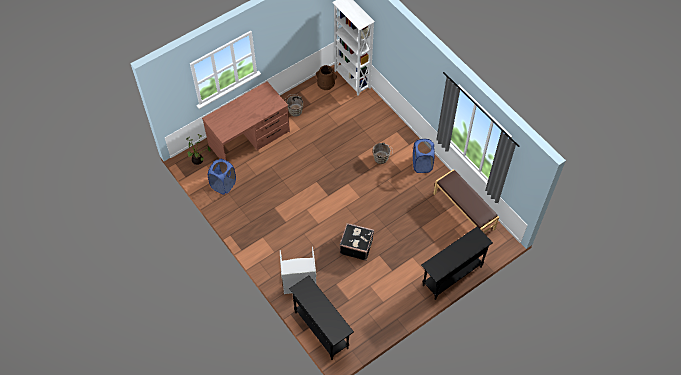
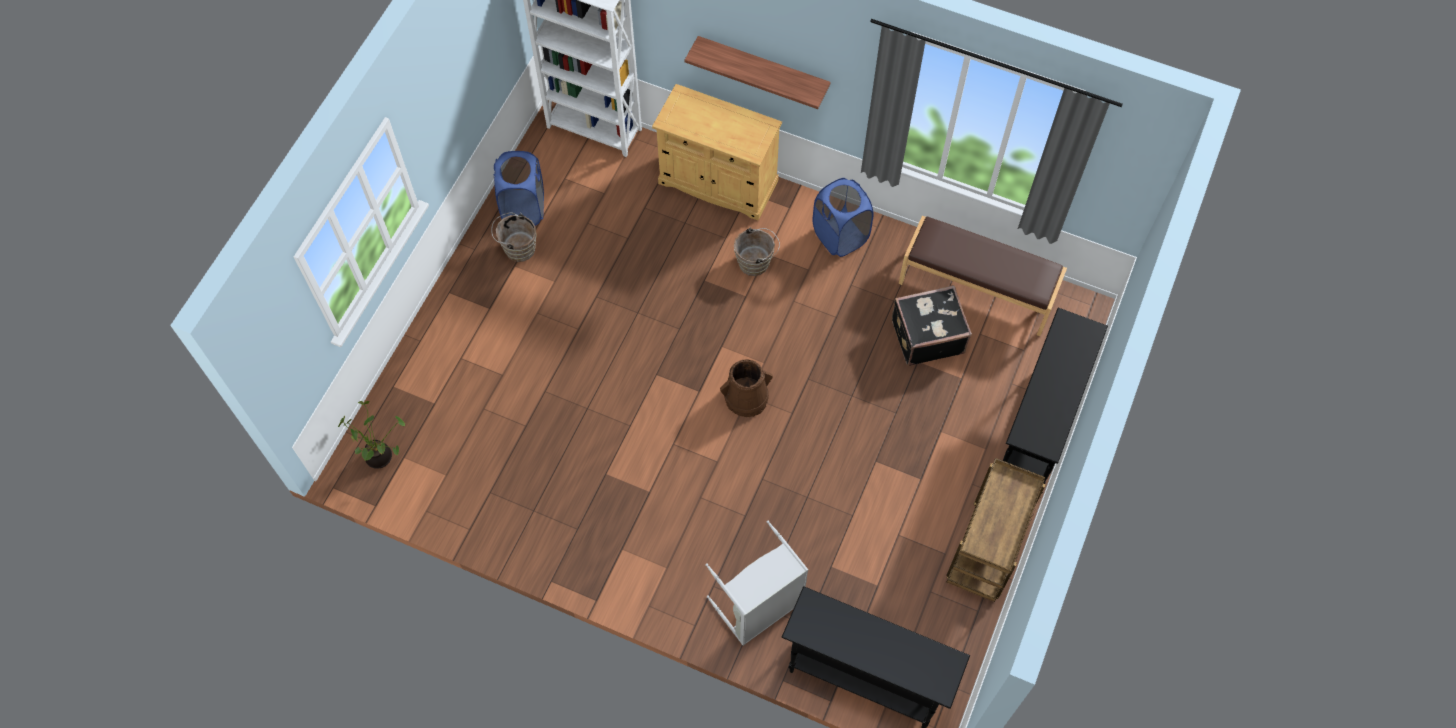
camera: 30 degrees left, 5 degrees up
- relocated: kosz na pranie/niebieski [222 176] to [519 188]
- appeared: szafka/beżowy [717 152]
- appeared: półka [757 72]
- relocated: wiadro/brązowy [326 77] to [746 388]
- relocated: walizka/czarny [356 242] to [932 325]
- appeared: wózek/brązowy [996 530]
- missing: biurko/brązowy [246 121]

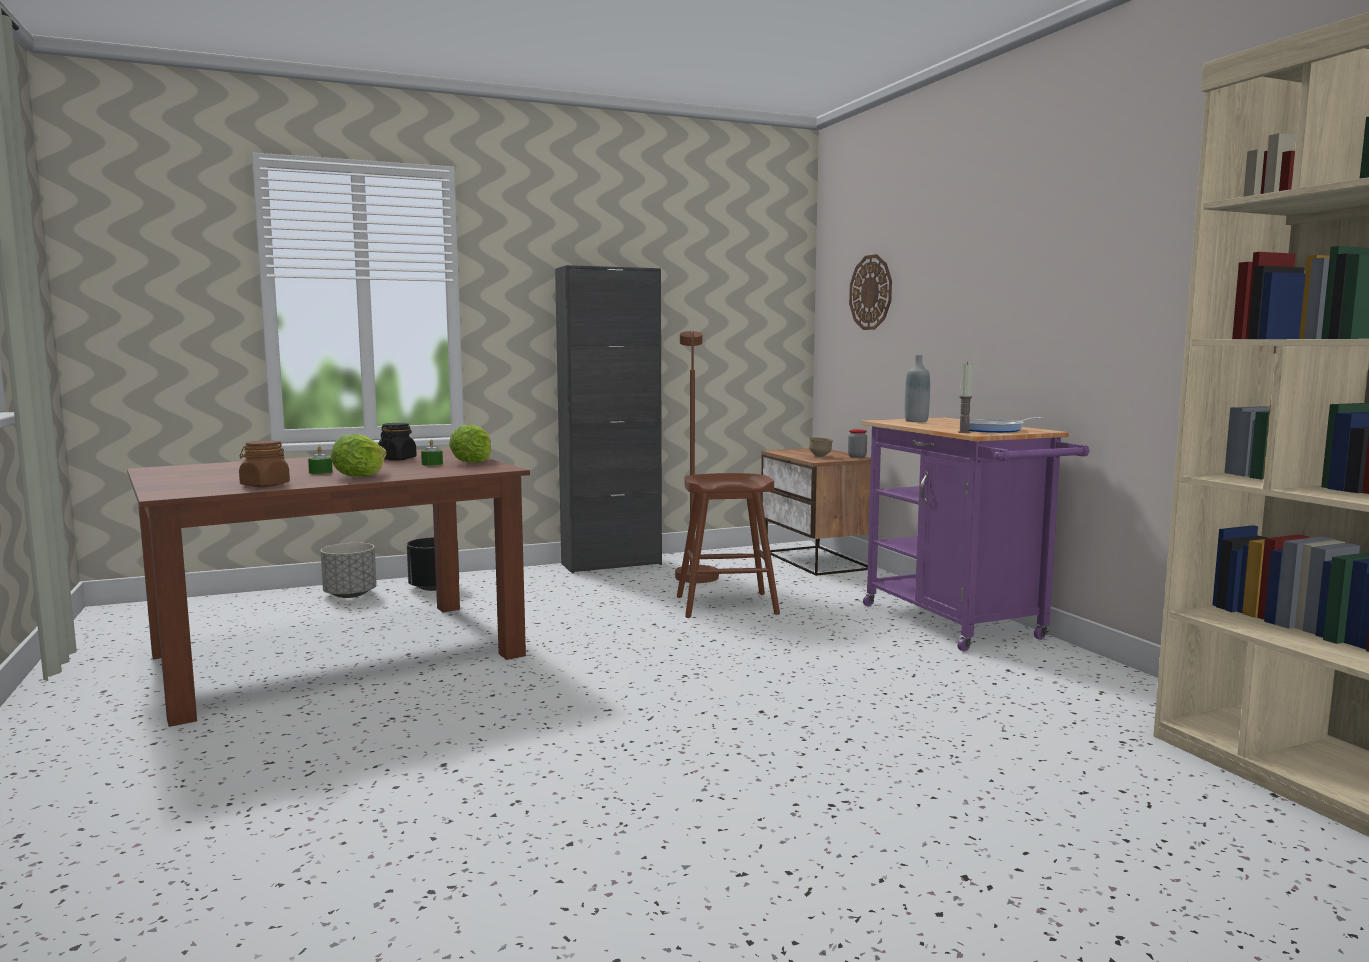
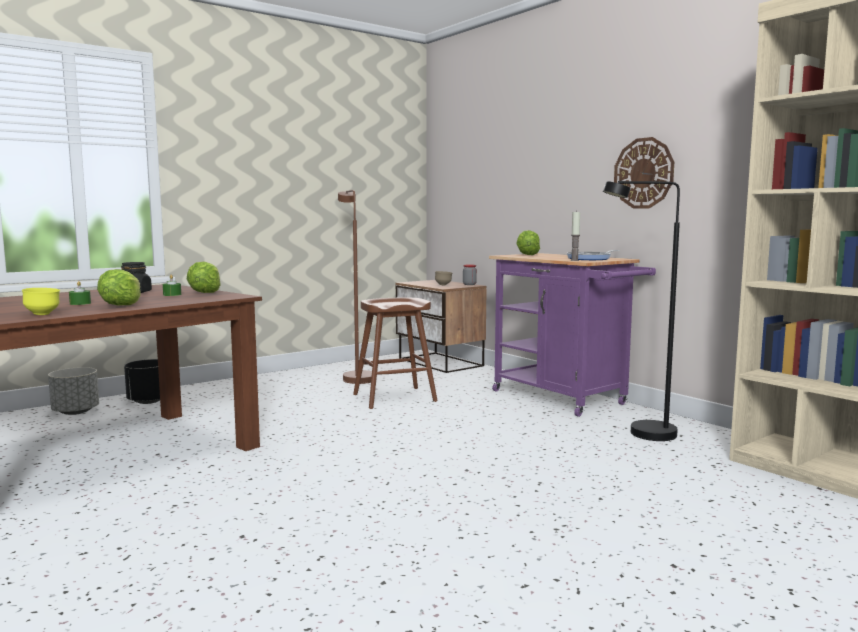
camera: 15 degrees left, 0 degrees up
- exchanged: słoik/brązowy [264 463] to miska/żółty [41 301]
- exchanged: butelka/szary [917 388] to sałata [528 242]
- appeared: lampa stojąca/czarny [641 311]
- relocated: zegar ścienny [870 292] to [644 173]
- missing: szafka/czarny [608 419]

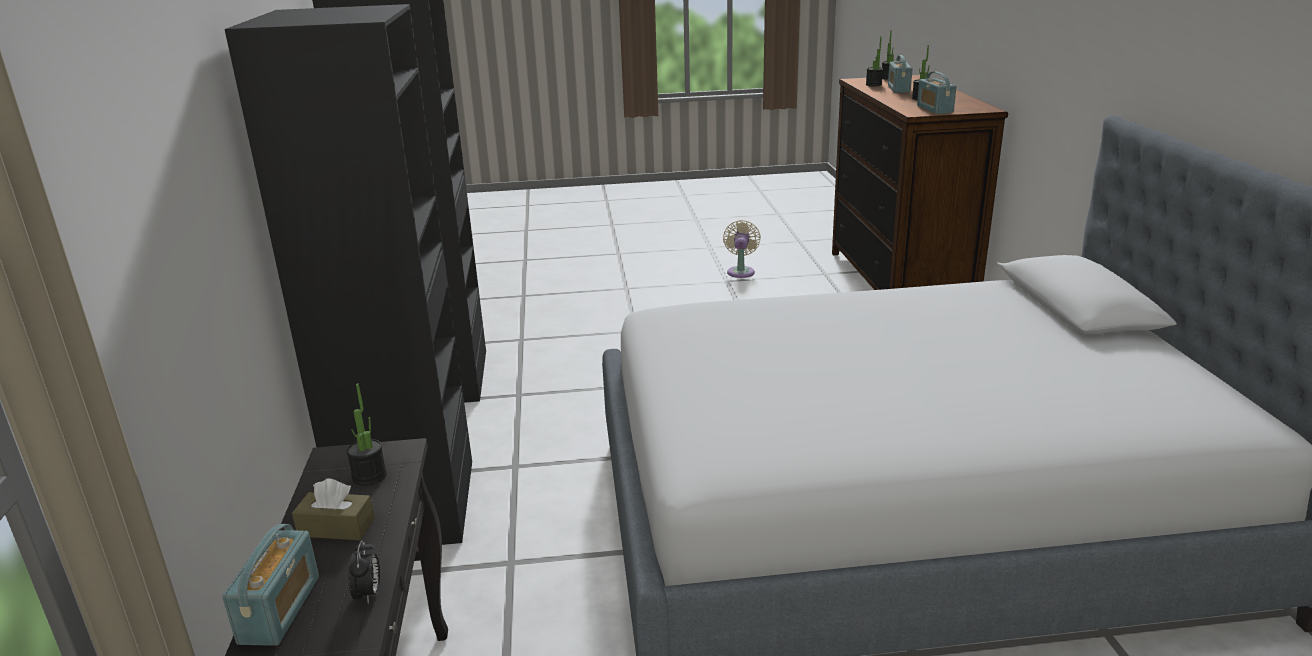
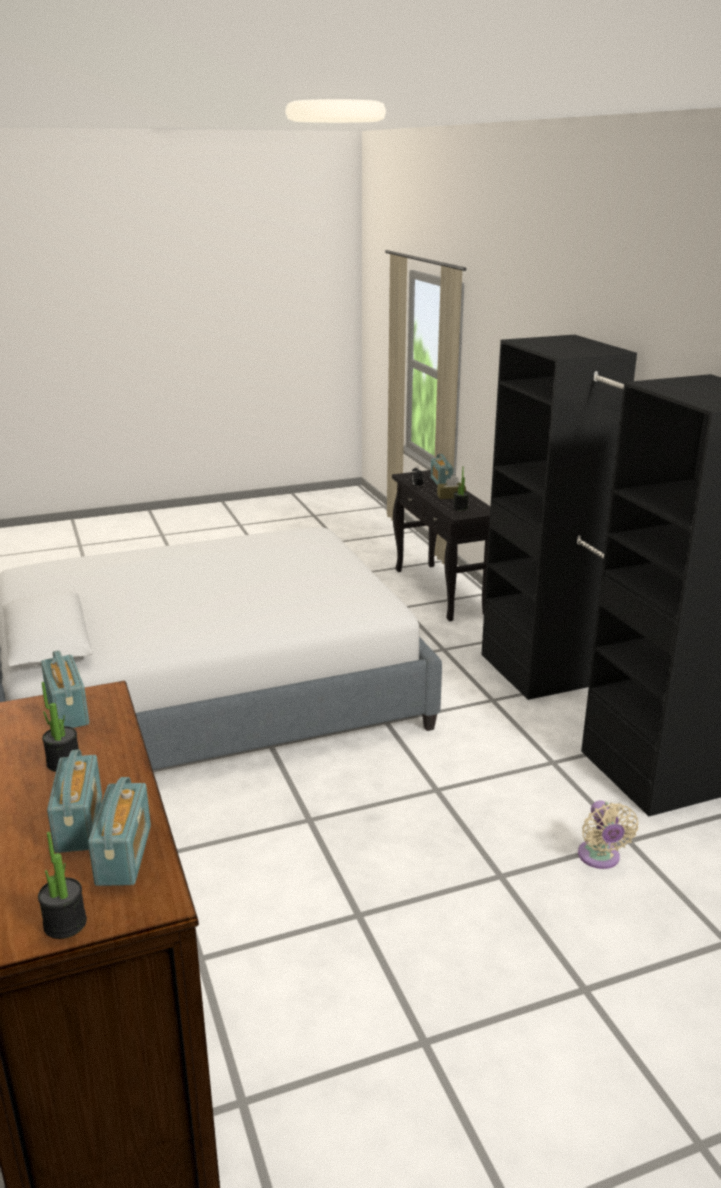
camera: 165 degrees right, 0 degrees up
- exchanged: roślina doniczkowa [874 61] to radio [119 831]
- relocated: wentylator/beżowy [742 249] to [608 835]

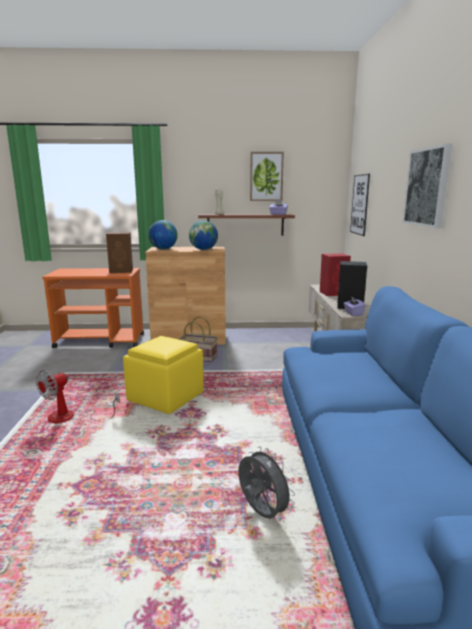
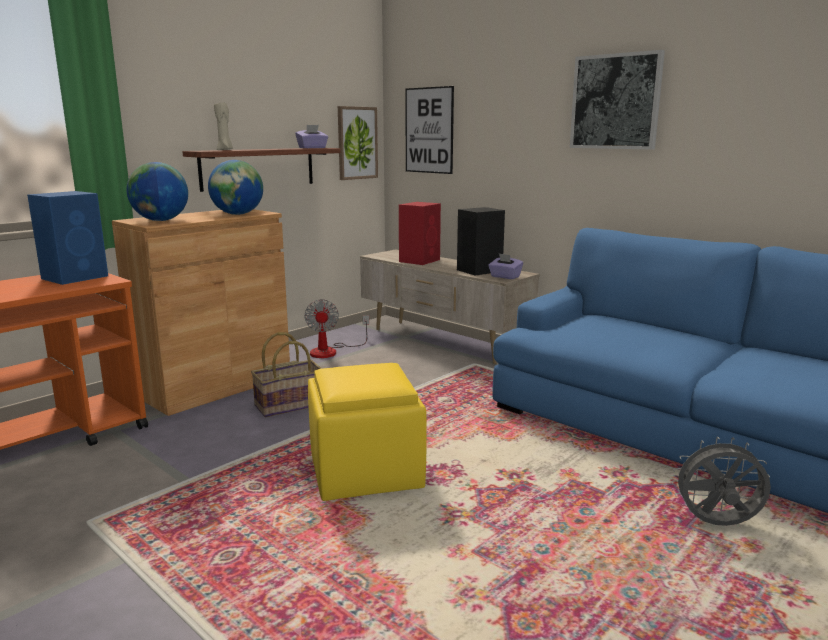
camera: 45 degrees left, 0 degrees up
- colour: głośnik/brązowy [119 252] to głośnik/niebieski [67 238]
- relocated: wentylator [78 396] to [336 328]
- relocated: obraz [267 176] to [358 143]

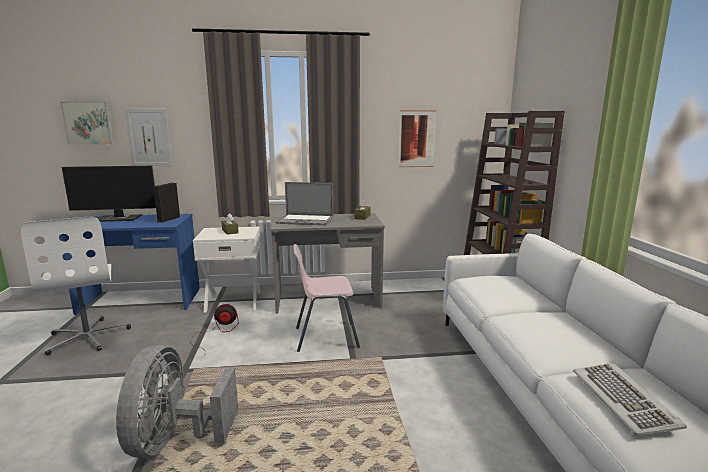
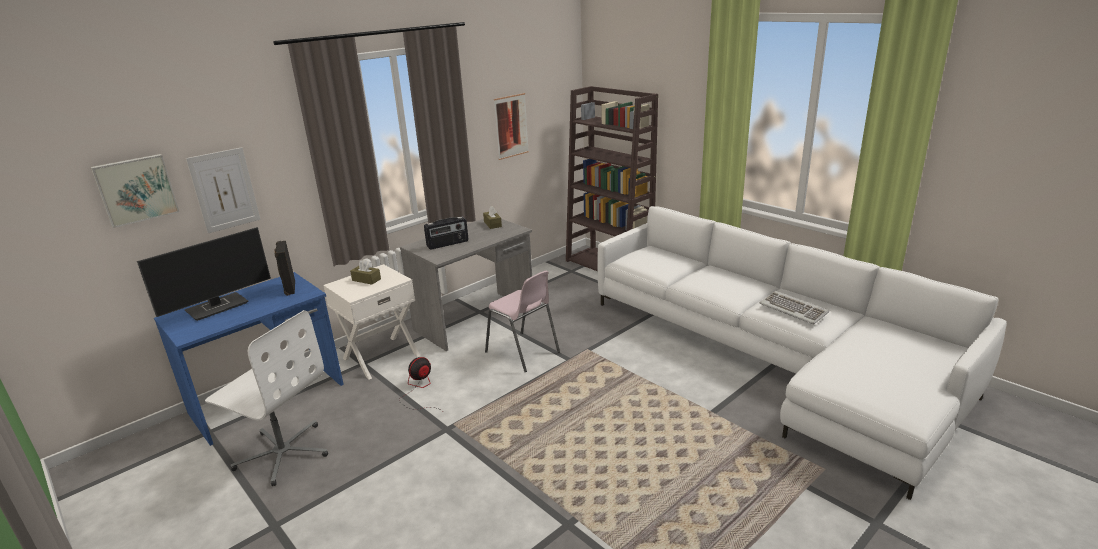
camera: 35 degrees left, 10 degrees up
- exchanged: laptop [305 203] to radio [446 233]
- spun: krzesło/różowy [326 298] = [522 321] 90 degrees counterclockwise
- missing: wentylator/szary [177 401]

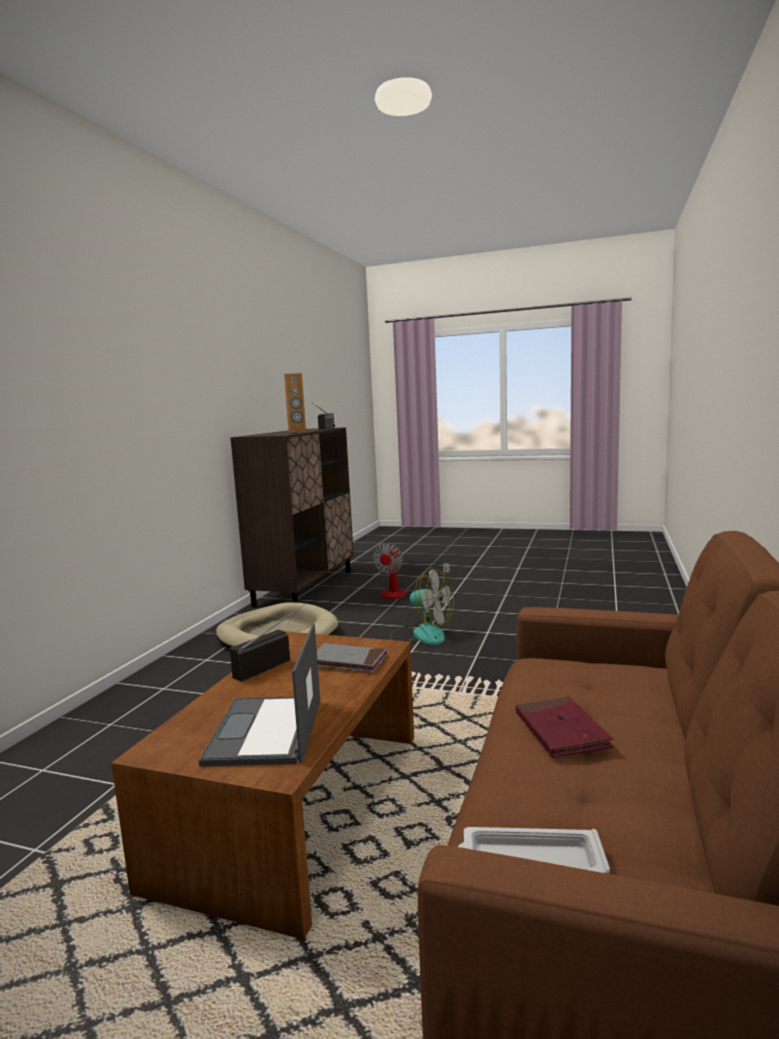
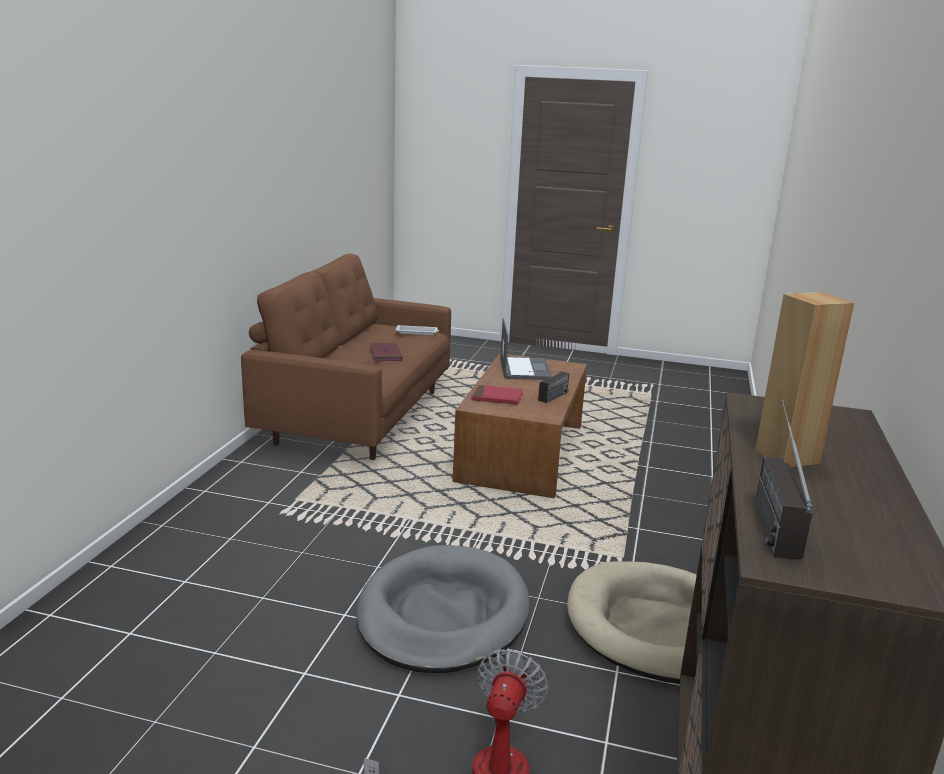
camera: 175 degrees right, 10 degrees up
- exchanged: wentylator [421 606] to legowisko/szary [443 609]
- colour: książka/szary [352 658] to książka/czerwony [497 395]

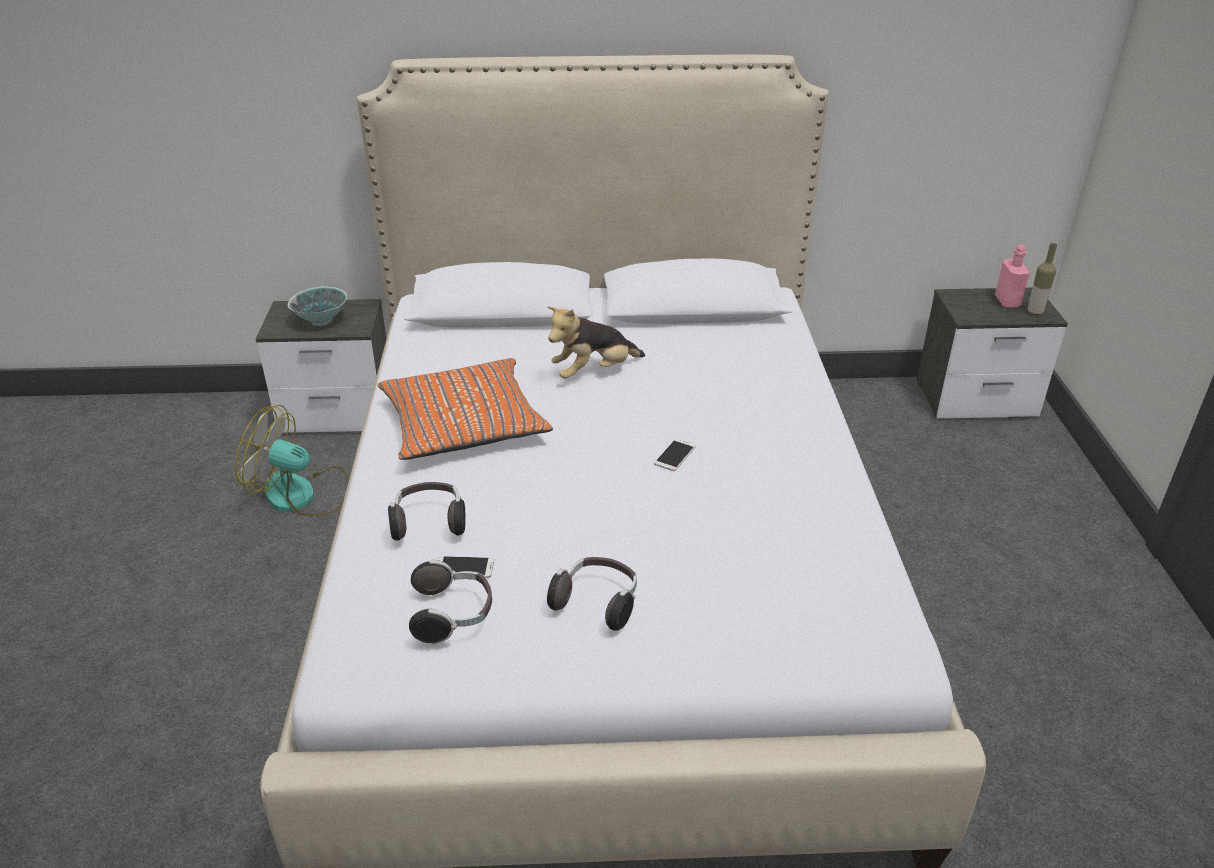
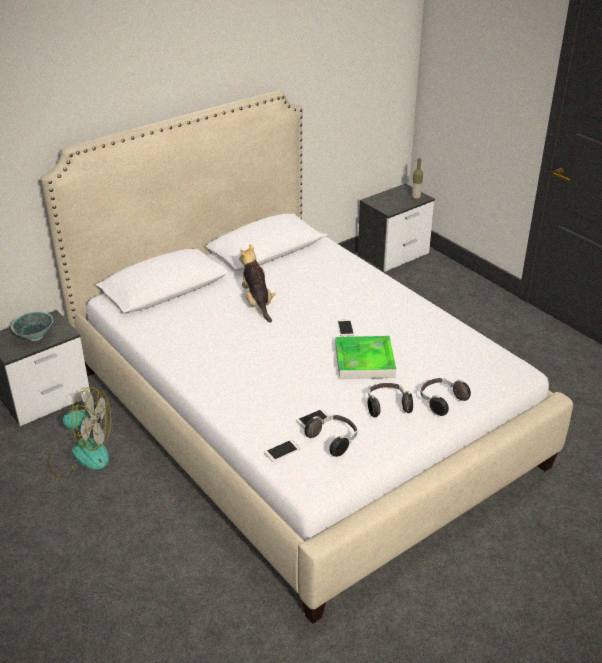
camera: 35 degrees left, 0 degrees up
- spun: wentylator [292 460] = [79 432] 150 degrees counterclockwise
- spun: pluszak [596 342] = [257 283] 135 degrees clockwise
- appeared: telefon [282 451]
- appeared: taca [365 357]
- relocated: słuchawki [427 511] to [445 397]
- missing: poduszka/pomarańczowy [465 409]
- missing: butelka/różowy [1012 276]

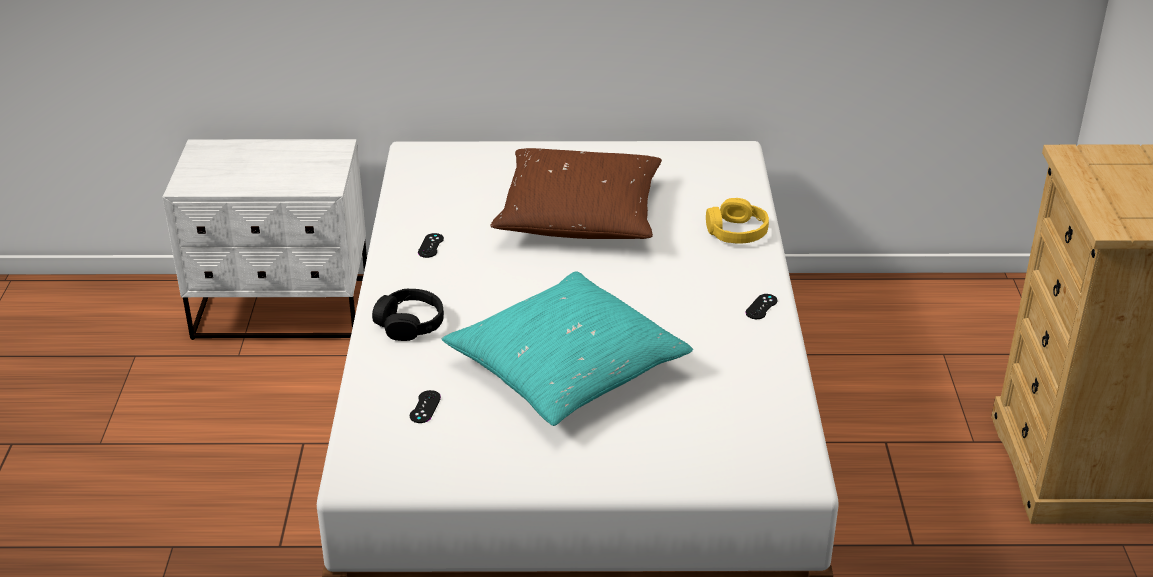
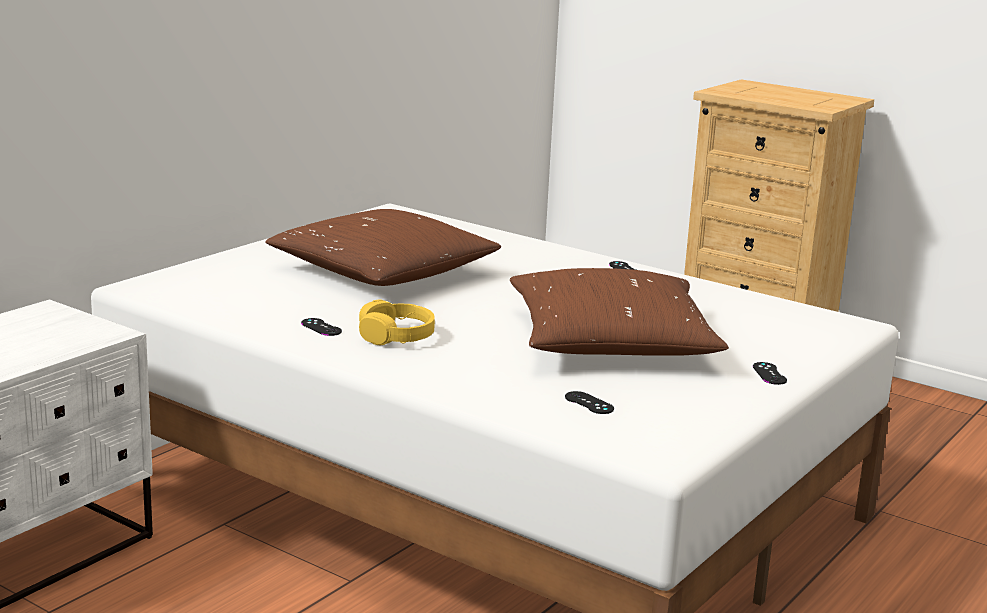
camera: 55 degrees left, 15 degrees down
- relocated: słuchawki/żółty [737 221] to [397 322]
- colour: poduszka/turkusowy [567 348] to poduszka/brązowy [619 312]
- appeared: pad do gier/czarny [770 373]
- missing: słuchawki/czarny [408 315]

